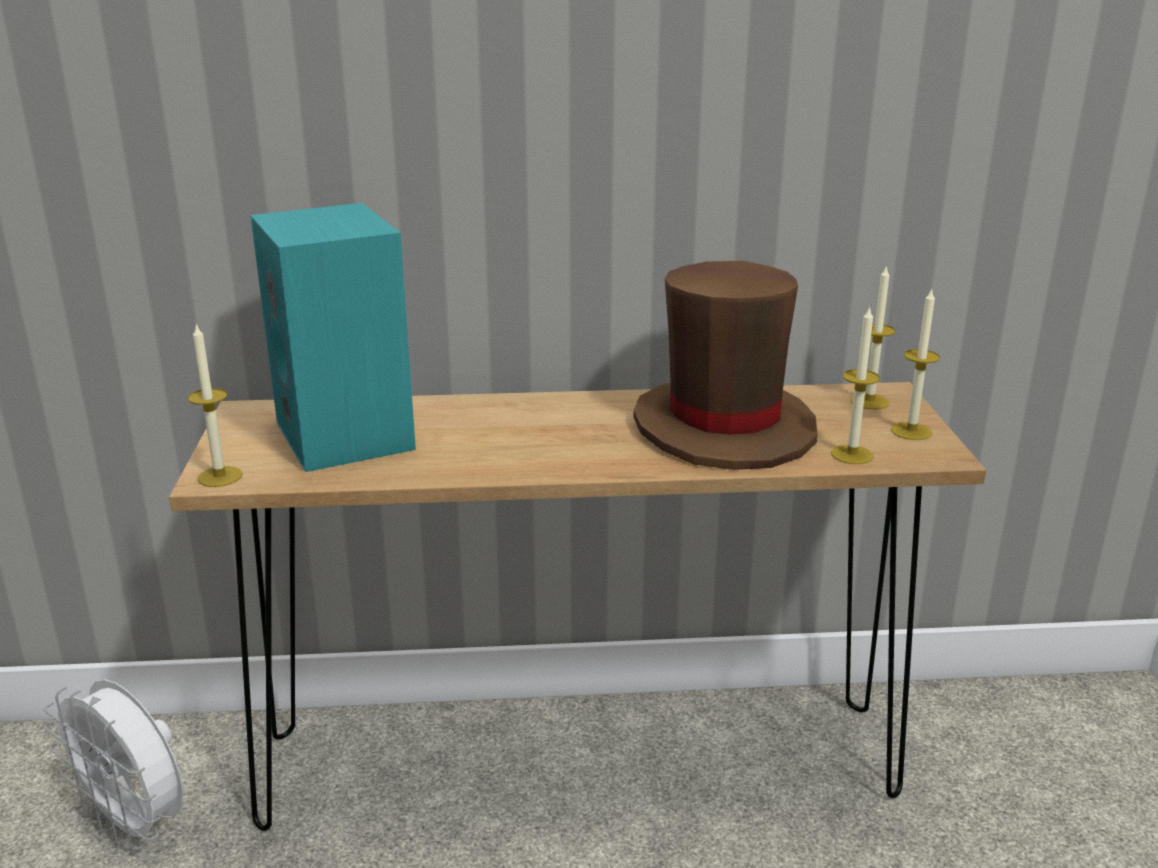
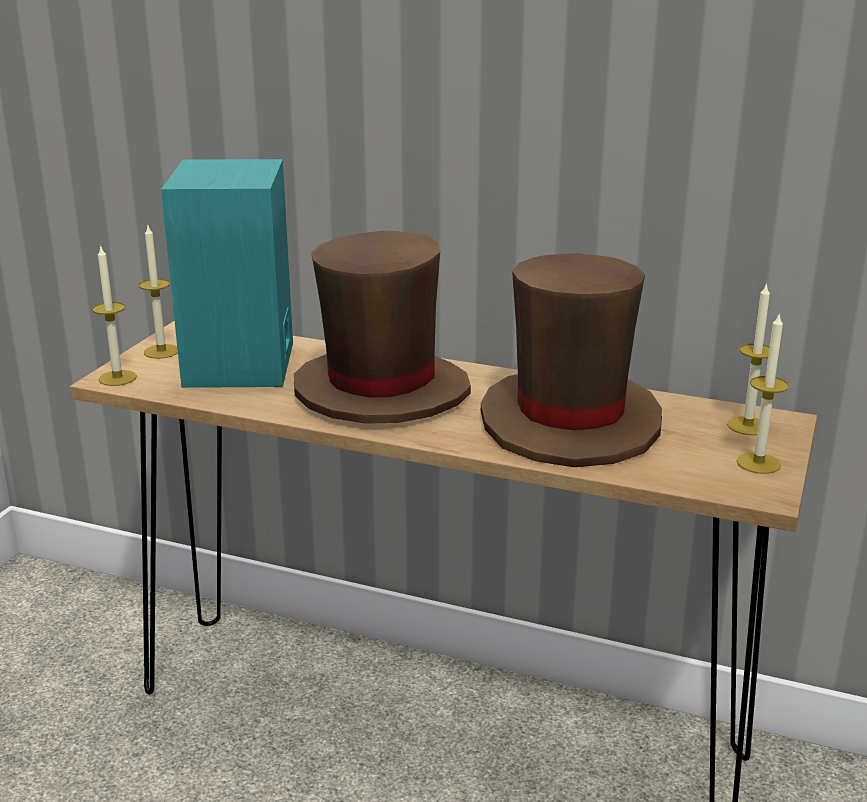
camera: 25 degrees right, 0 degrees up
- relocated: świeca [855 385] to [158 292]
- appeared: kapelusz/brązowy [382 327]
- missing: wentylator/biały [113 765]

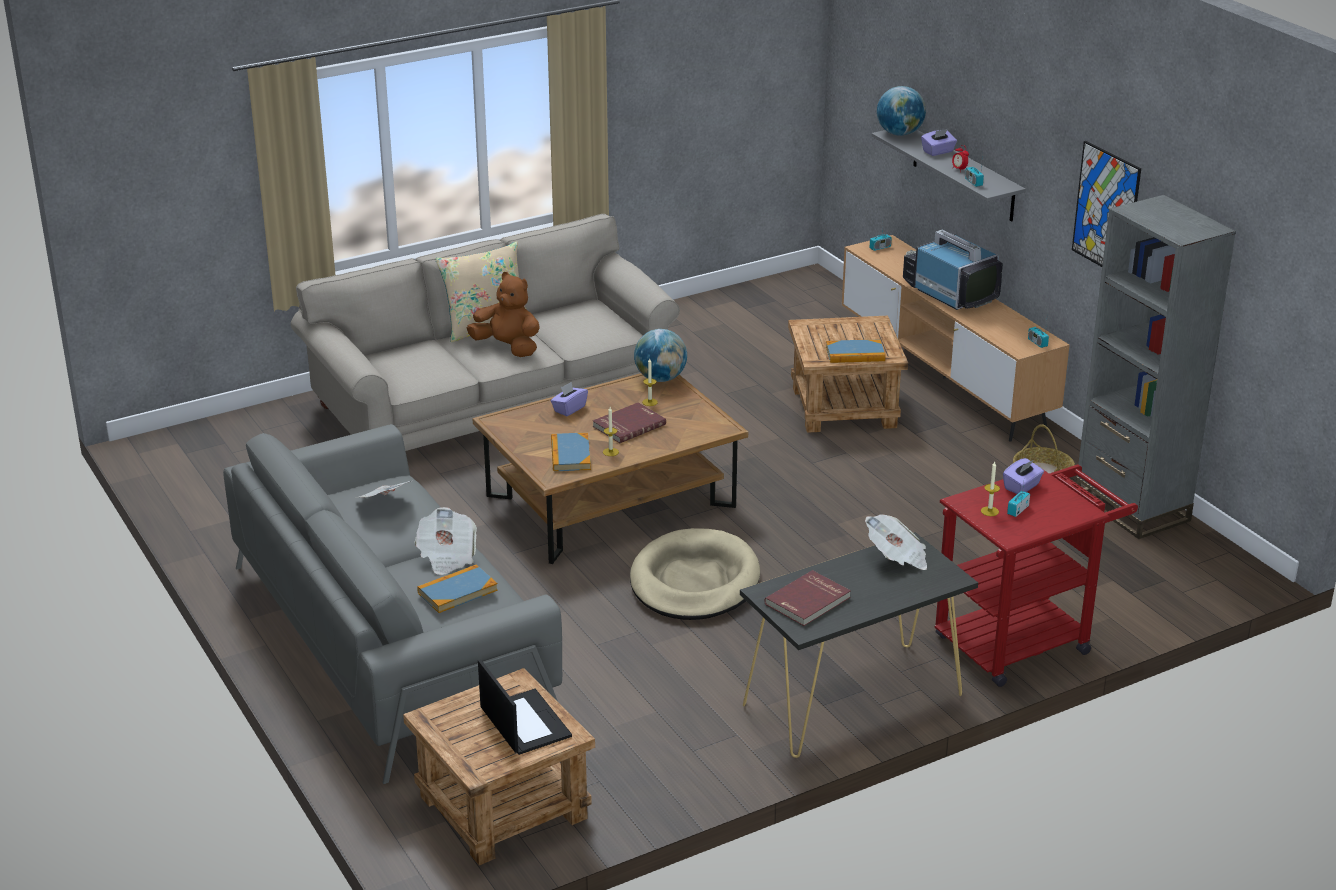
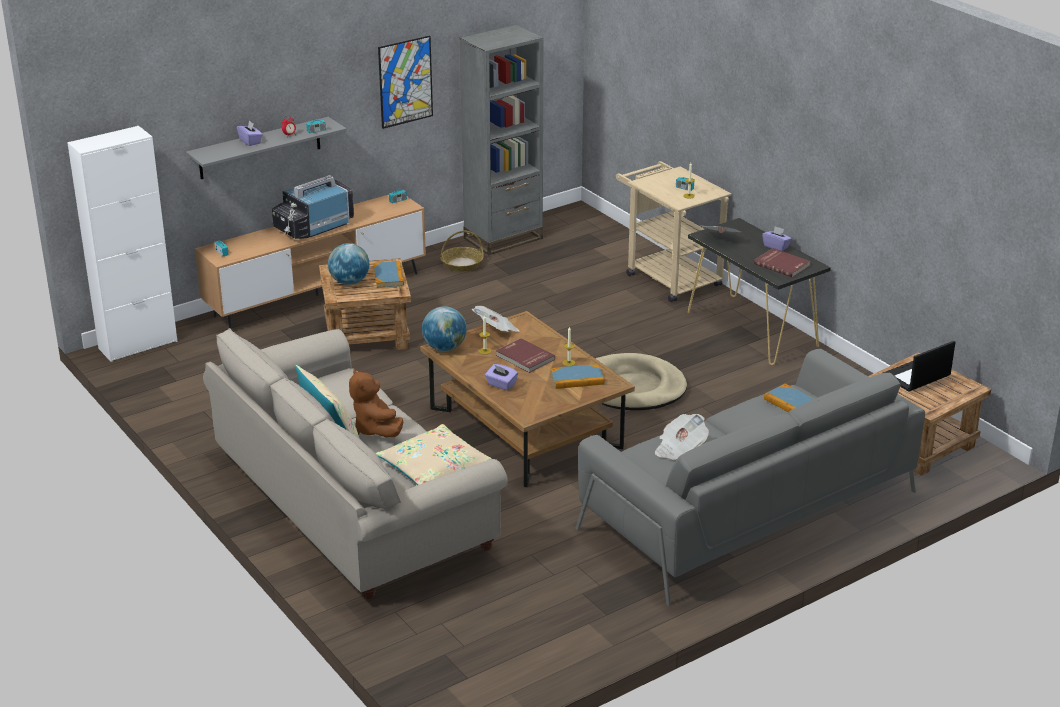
camera: 95 degrees left, 0 degrees up
- appeared: szafka/biały [122 244]
- relocated: globus [901 111] to [348 264]
- spun: pluszak/brązowy [503 314] = [376 402] 45 degrees counterclockwise
- appeared: poduszka/beżowy [434 454]
- relocated: gazeta [445 541] to [496 319]
- colour: wózek/czerwony [1036 576] to wózek/beżowy [673 231]
- relocated: pudełko chusteczek/fioletowy [1023 476] to [777 238]

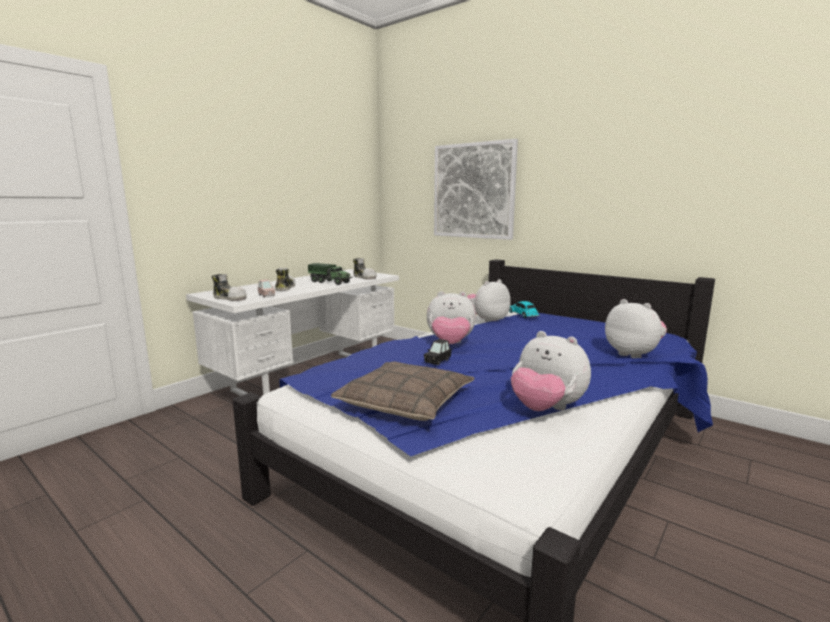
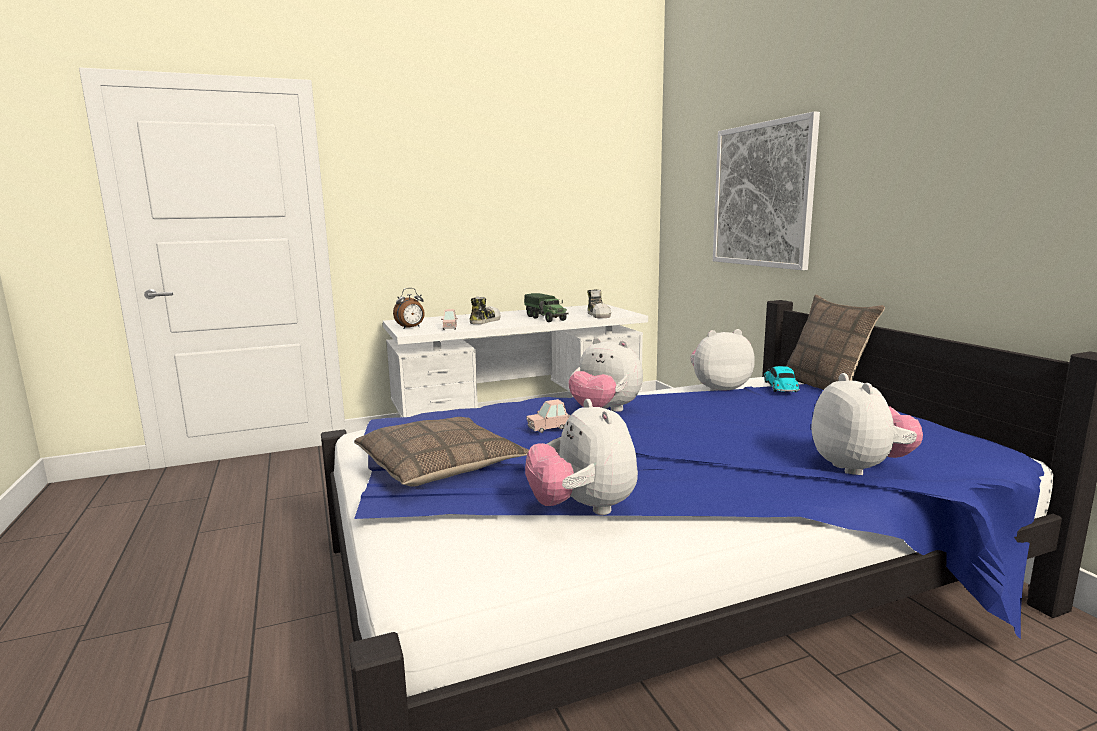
camera: 30 degrees right, 0 degrees up
- exchanged: but [229 287] to budzik [409 308]
- colour: samochodzik/czarny [438 352] to samochodzik/różowy [548 416]
- appeared: poduszka [835 342]

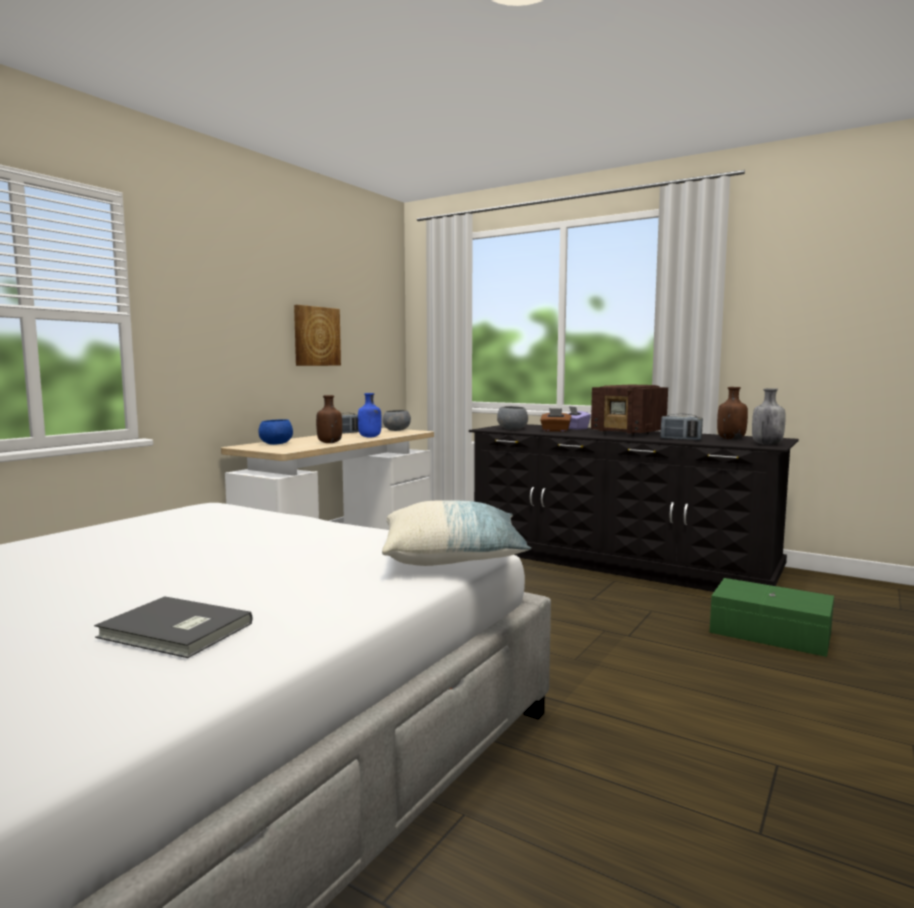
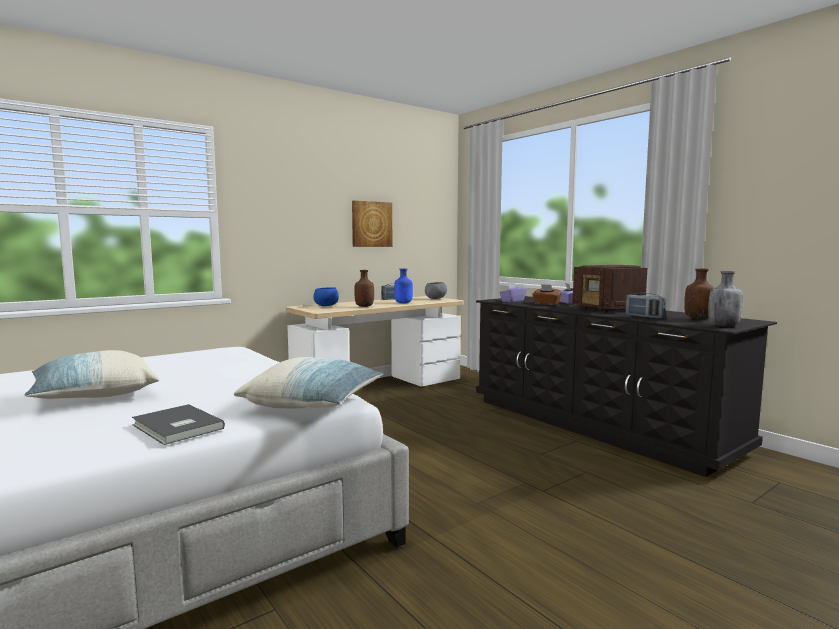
camera: 20 degrees right, 0 degrees up
- appeared: poduszka [92 374]
- relocated: książka/szary [173 627] to [178 424]
- exchanged: miska/szary [512 418] to pudełko chusteczek/fioletowy [513 292]
- missing: pojemnik do przechowywania/zielony [771 617]

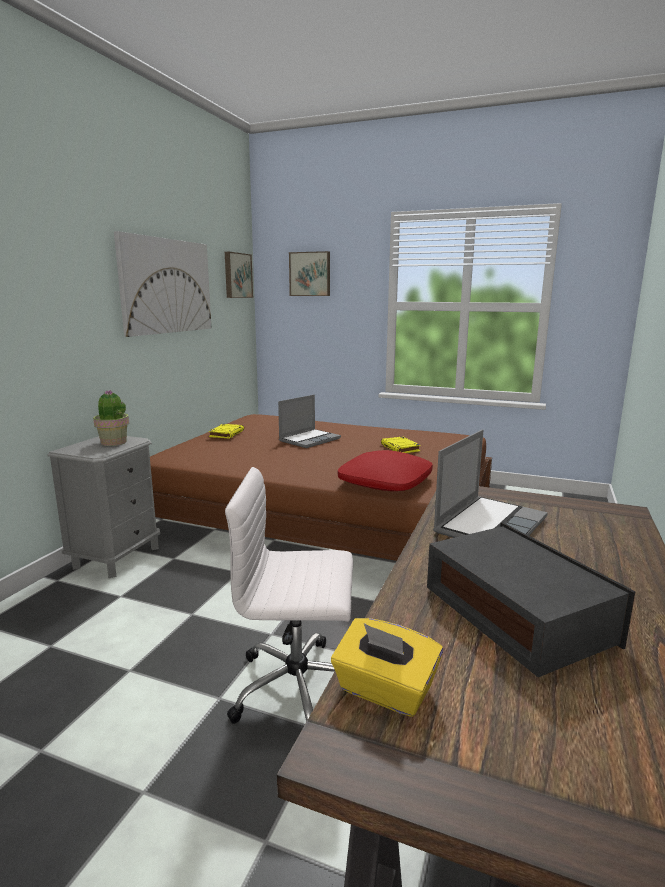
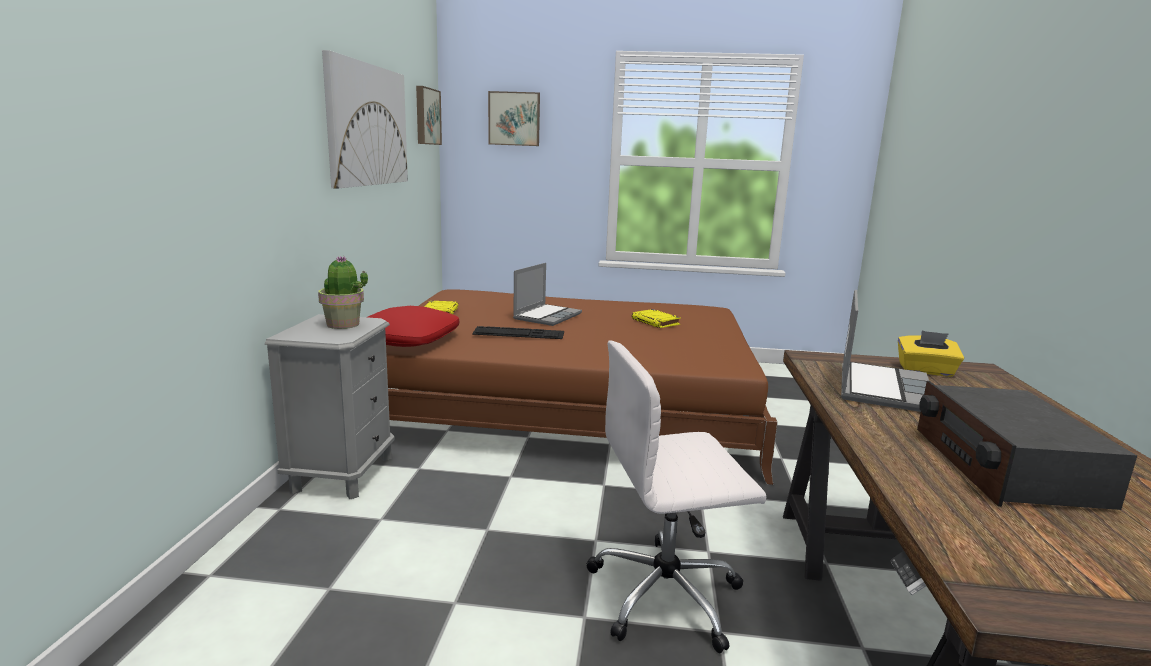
camera: 15 degrees left, 0 degrees up
- relocated: poduszka/czerwony [385 470] to [413 326]
- appeared: klawiatura [518 332]
- relocated: pudełko chusteczek/żółty [387 667] to [931 353]
- spun: radio [531 599] = [1027 445] 135 degrees counterclockwise

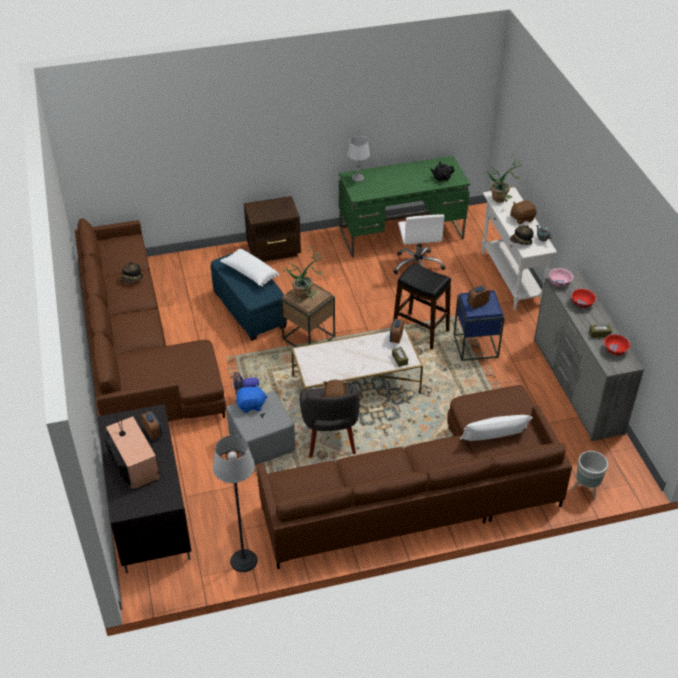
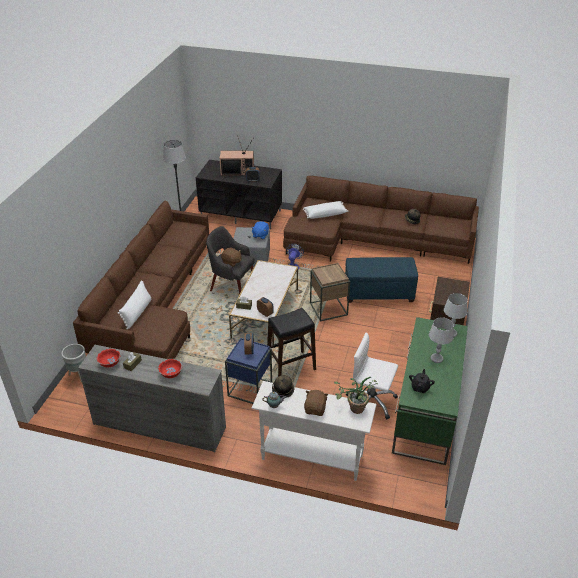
camera: 120 degrees right, 5 degrees down
- relocated: poduszka/biały [250 268] to [325 210]
- appeared: lampa stołowa/szary [441 340]
- missing: roślina doniczkowa [302 273]
- missing: miska/różowy [560 277]

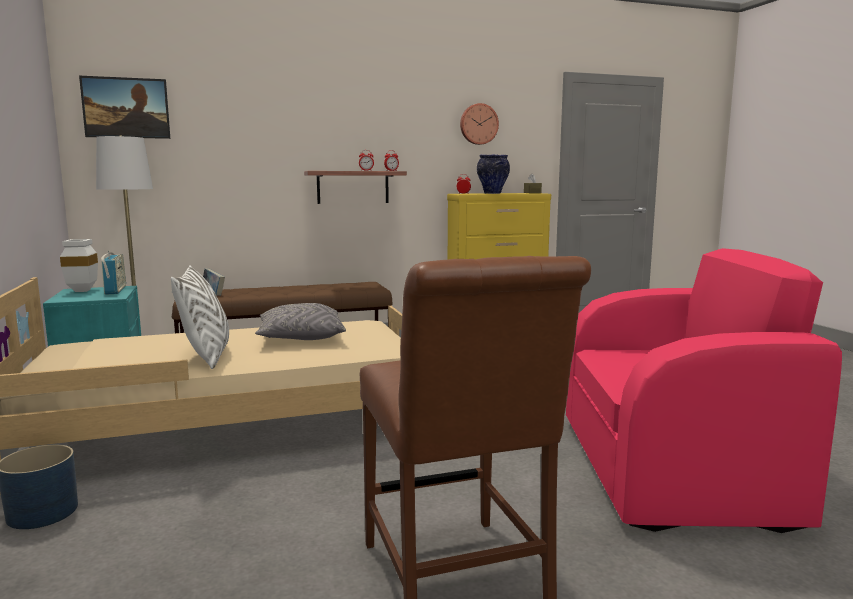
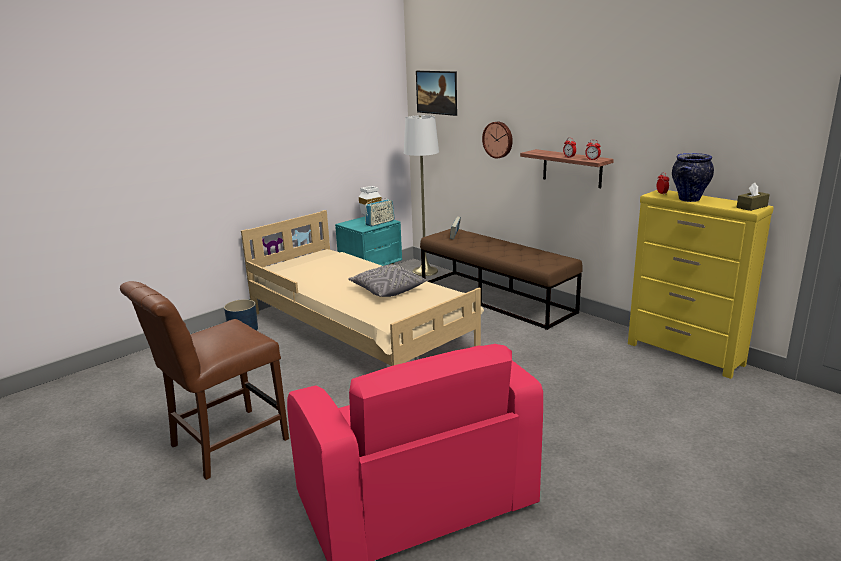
camera: 65 degrees right, 10 degrees up
- relocated: zegar ścienny [479 124] to [497 140]
- missing: poduszka/biały [200 317]

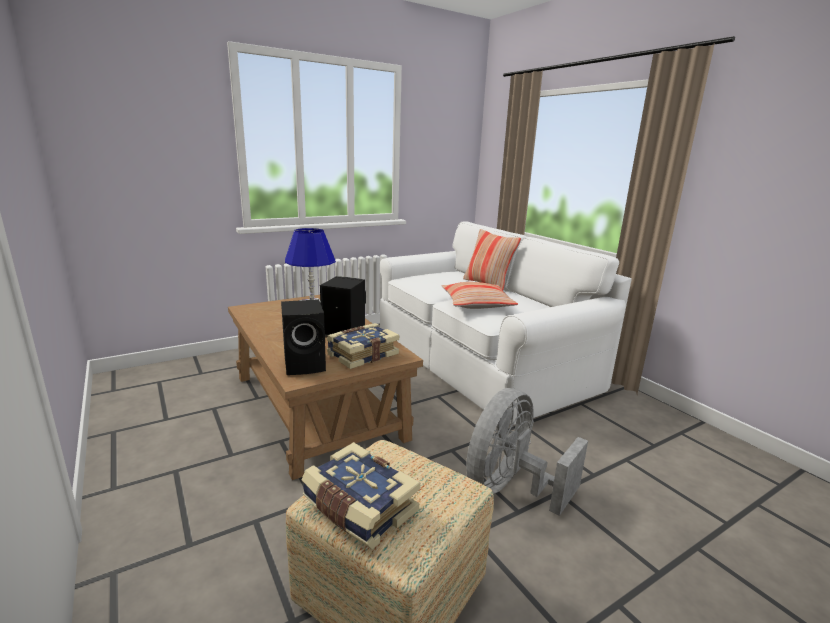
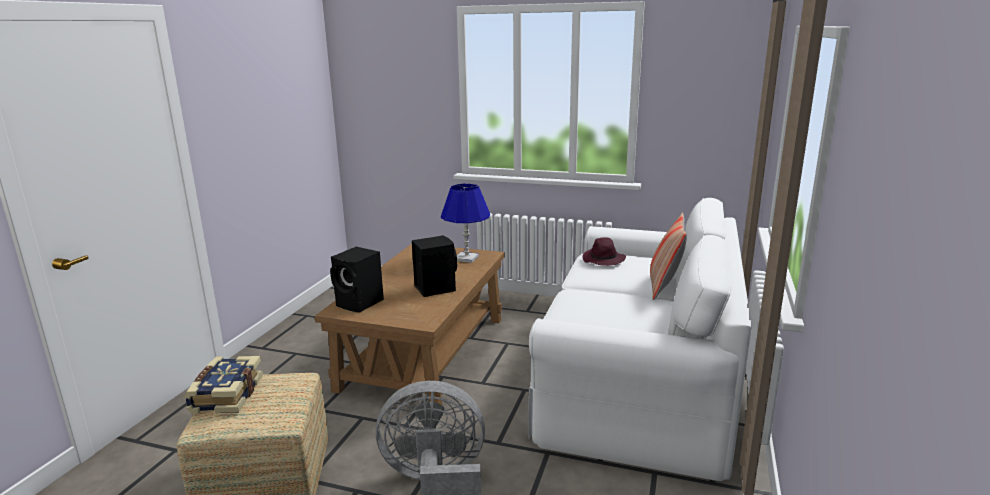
camera: 50 degrees right, 0 degrees up
- appeared: kapelusz/fioletowy [604 251]
- missing: książka [363 346]
- missing: poduszka [480 295]

